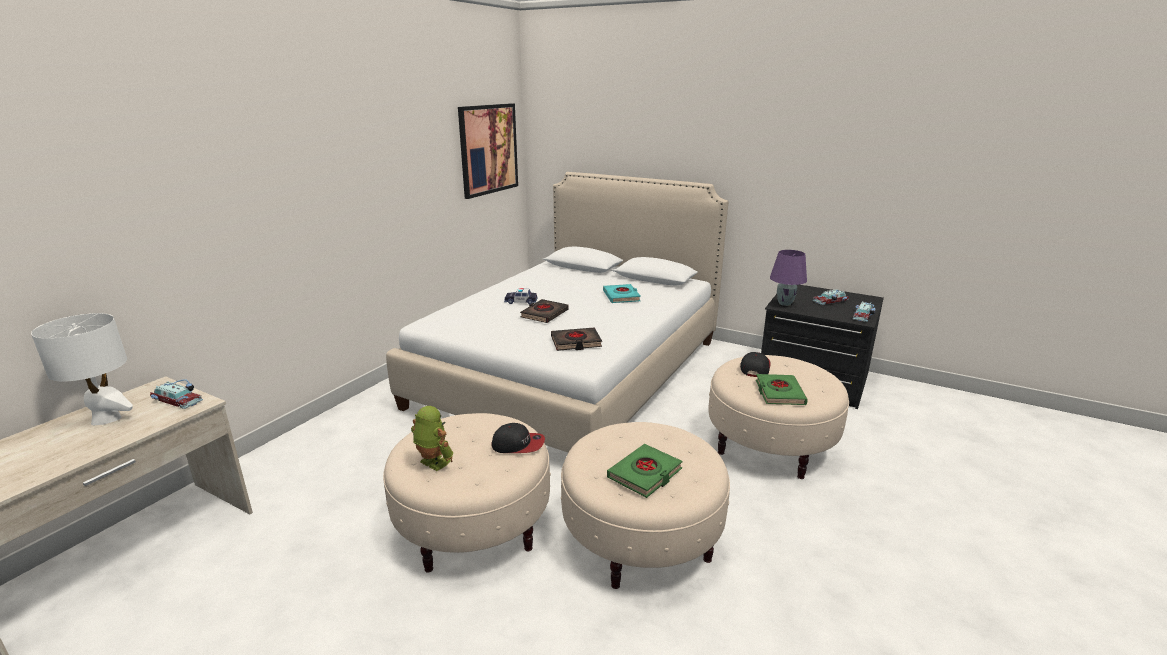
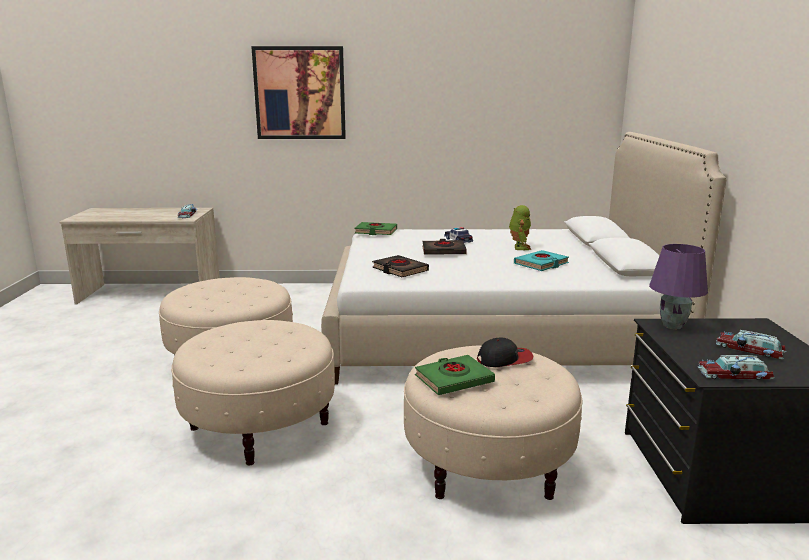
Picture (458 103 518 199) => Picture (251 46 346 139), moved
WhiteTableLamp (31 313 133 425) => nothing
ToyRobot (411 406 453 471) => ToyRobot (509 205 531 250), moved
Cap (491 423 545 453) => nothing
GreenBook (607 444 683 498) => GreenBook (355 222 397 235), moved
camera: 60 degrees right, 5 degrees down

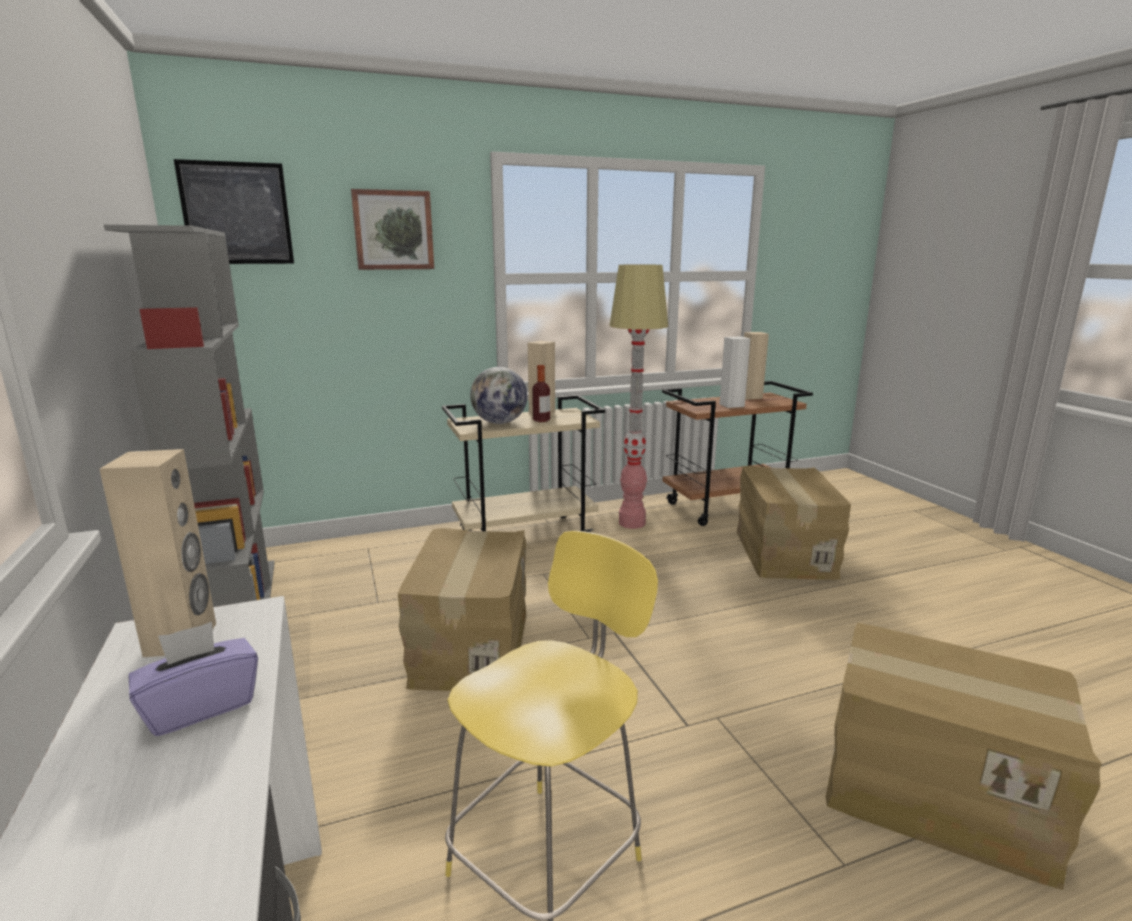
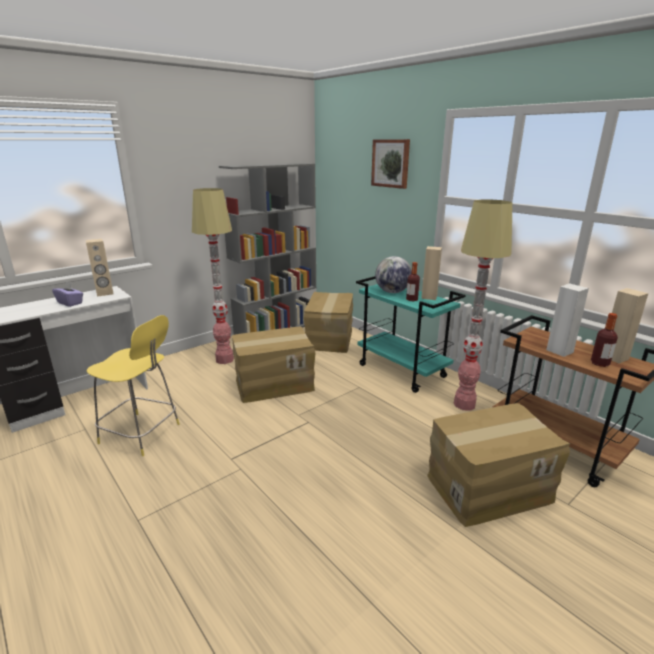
Picture (174 159 294 264) => nothing
BeigeCart (442 395 605 532) => TurquoiseCart (356 276 466 393)
CardboardBox (825 623 1102 890) => CardboardBox (304 292 353 353), moved
nothing => FloorLamp (192 188 234 364)
nothing => Bottle (591 313 618 367)
camera: 70 degrees right, 5 degrees up

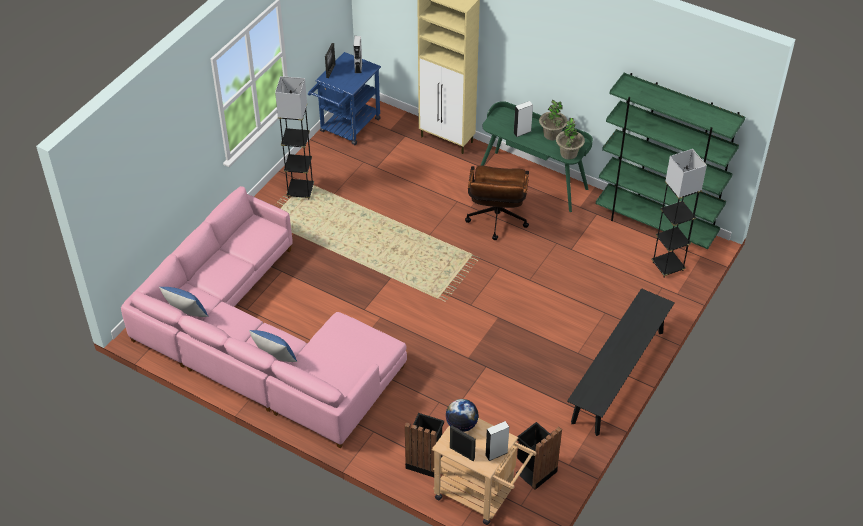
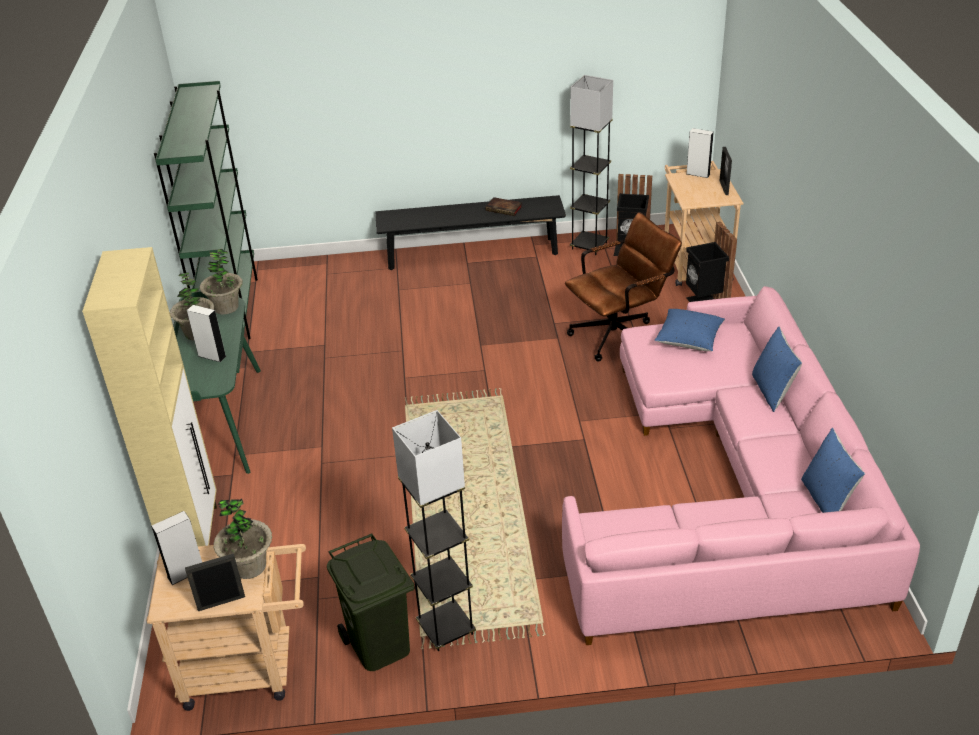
BlueCart (308 52 381 145) => BeigeCart (146 544 306 711)
GreyFloorLamp (651 149 707 278) => GreyFloorLamp (570 75 613 255), moved
BrownOfficeChair (465 165 529 240) => BrownOfficeChair (565 212 682 362), moved
Globe (446 399 478 432) => nothing
nothing => Book (485 197 522 216)
nothing => BluePillow (655 309 725 351)
nothing => PottedPlant (213 499 272 579)
nothing => GreenTrashCan (327 533 415 671)
camera: 125 degrees left, 10 degrees down

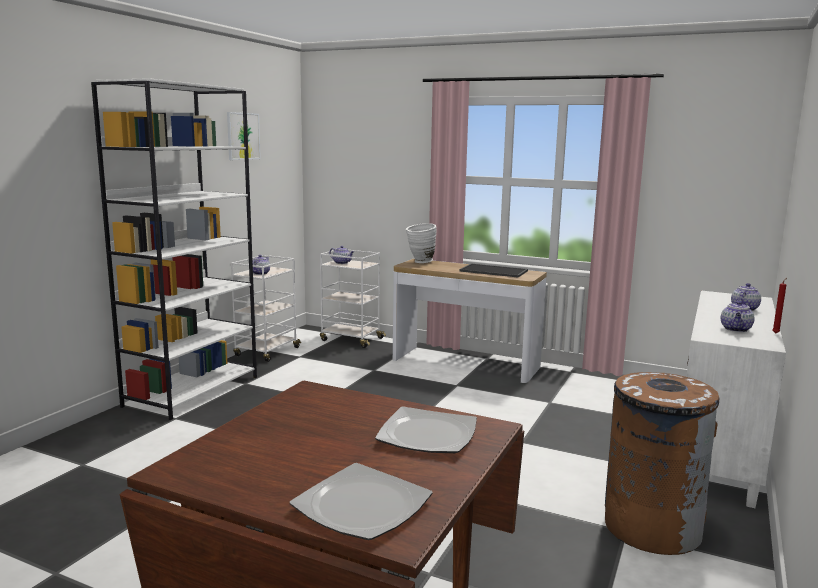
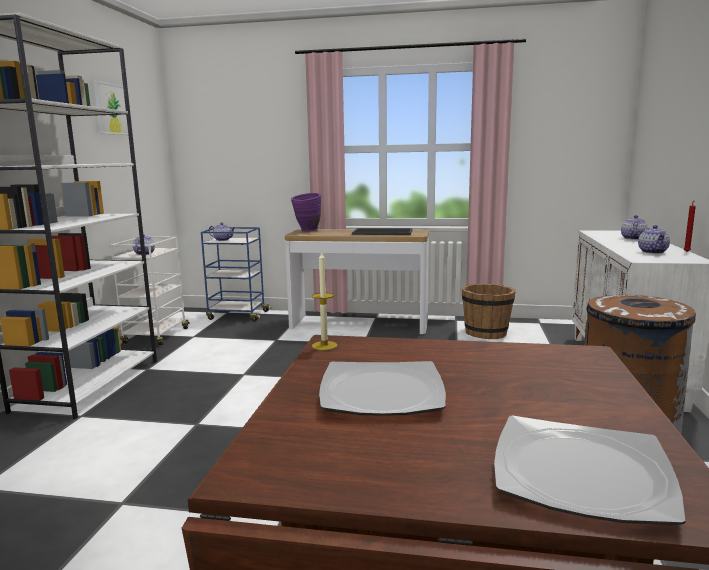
WhiteVase (406 223 436 263) => PurpleVase (291 193 321 232)
WhiteCart (320 250 386 348) => BlueCart (201 227 271 322)
Plate (375 406 477 453) => Plate (319 361 446 416), moved
nothing => Candle (312 251 337 350)
nothing => BrownBucket (462 284 515 339)
camera: 15 degrees left, 0 degrees up

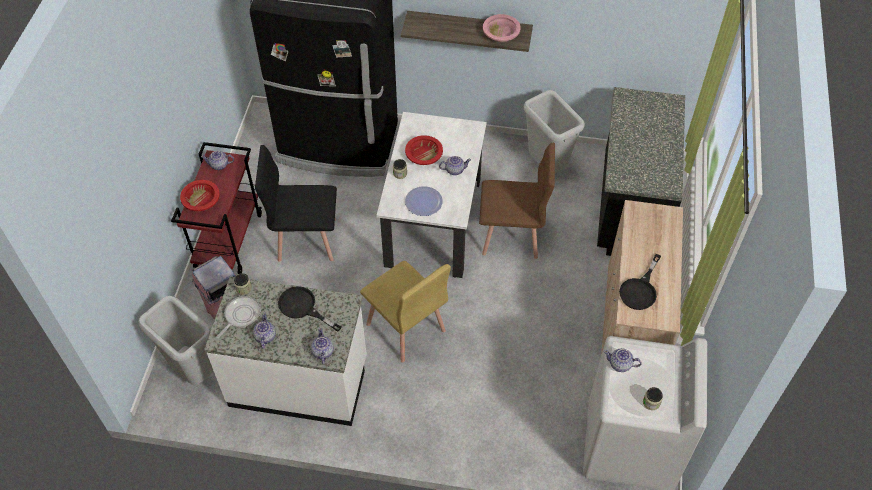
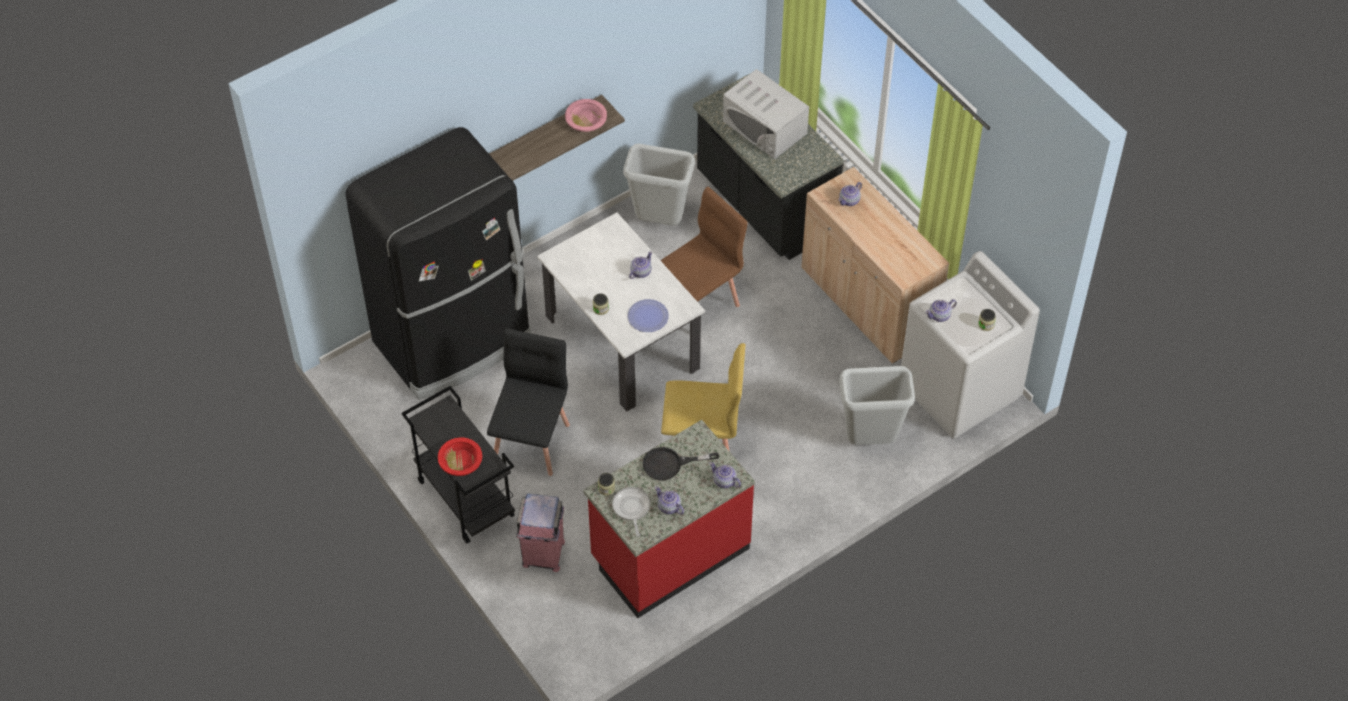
RedBowl (405 135 443 165) => nothing
RedCart (171 142 262 274) => BlackCart (401 386 515 544)
BlackChair (255 145 337 262) => BlackChair (487 328 570 476), 150 degrees clockwise
Teapot (201 151 234 170) => Teapot (839 182 862 206), moved
BlackFryingPan (619 254 661 310) => nothing
WhiteCounter (204 277 367 426) => RedCounter (583 420 755 618)
GreyTrashCan (138 296 213 385) => GreyTrashCan (839 366 915 445), moved
nothing => WhiteMicrowave (723 69 809 159)
camera: 45 degrees left, 0 degrees up

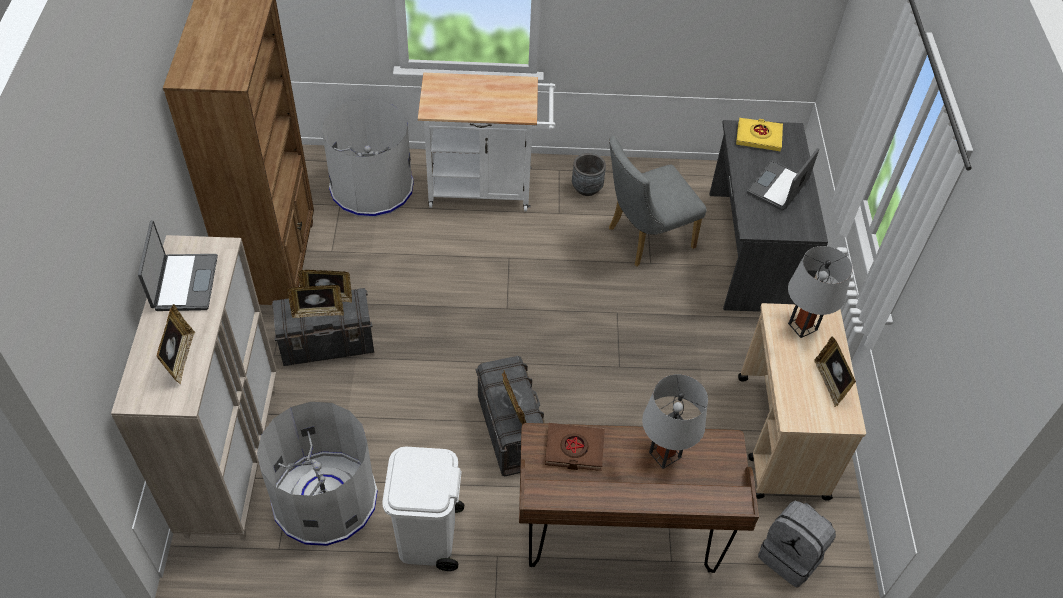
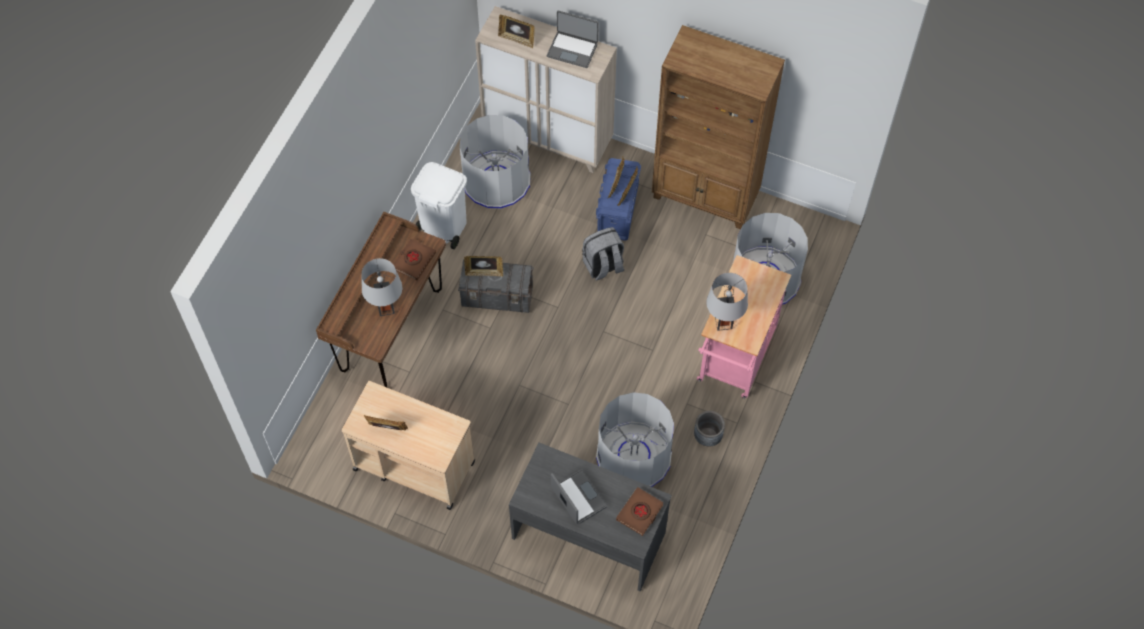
WhiteCart (418 73 555 211) => PinkCart (697 255 791 399)
YellowBook (736 118 783 152) => BrownBook (616 487 664 536)
GreyChair (609 136 707 267) => GreyTrashCan (596 392 674 487)
GreyTableLamp (788 246 853 338) => GreyTableLamp (706 273 748 331), moved
GreyStorageBox (272 288 374 366) => BlueStorageBox (596 158 641 241)
GreyBackpack (758 501 836 587) => GreyBackpack (582 227 624 281), moved
camera: 115 degrees right, 10 degrees up

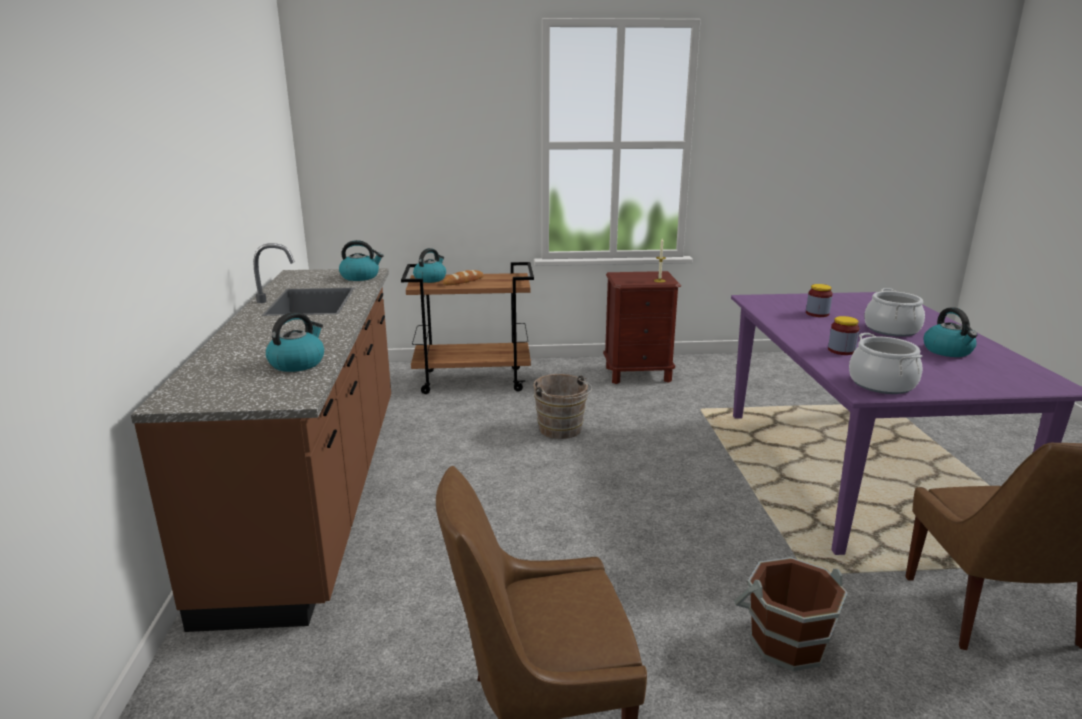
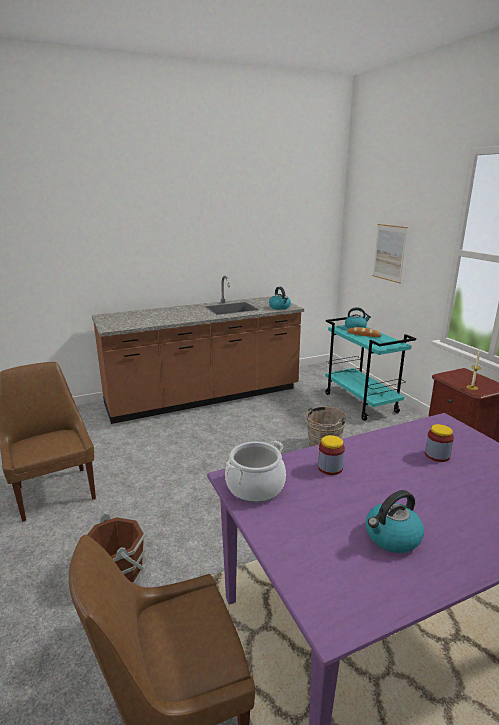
BrownCart (401 262 534 394) => TurquoiseCart (325 317 416 421)
CookingPot (864 288 925 337) => nothing
Kettle (266 312 324 372) => nothing
nothing => Picture (373 224 408 284)
camera: 70 degrees right, 0 degrees up

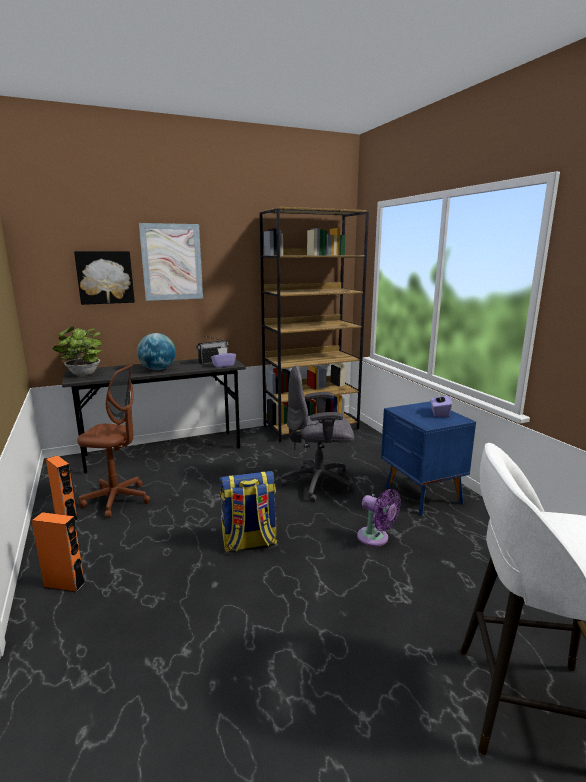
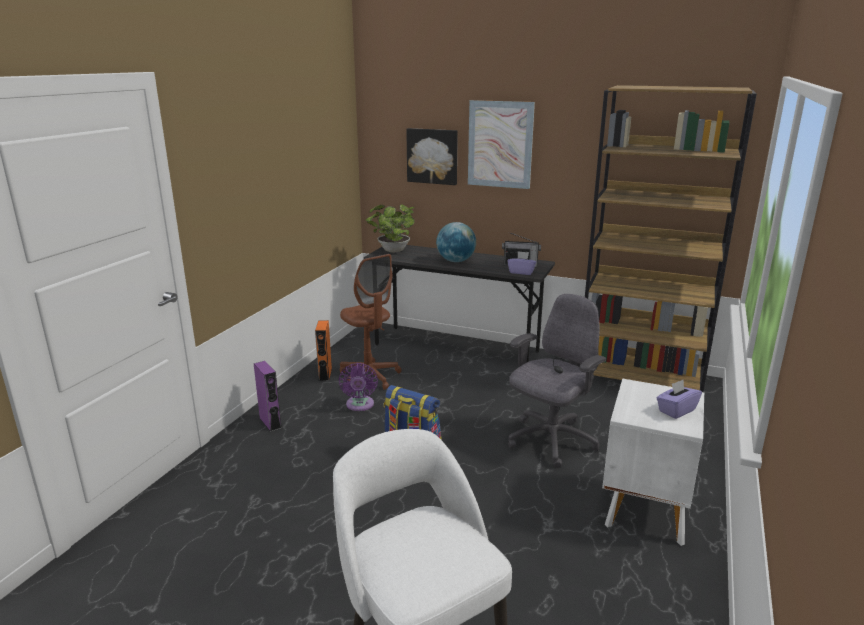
GreyOfficeChair (281 365 355 502) => GreyOfficeChair (508 294 606 468), 90 degrees clockwise
BlueNightstand (381 401 476 515) => WhiteNightstand (602 378 704 546)
PurpleFan (357 489 401 547) => PurpleFan (339 363 378 411), moved
OrangeSpeaker (32 512 86 593) => PurpleSpeaker (254 361 281 432)
camera: 45 degrees right, 5 degrees up

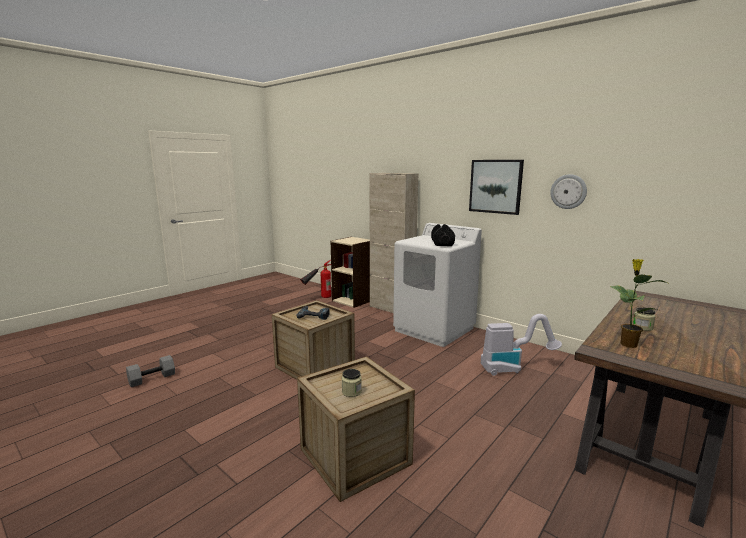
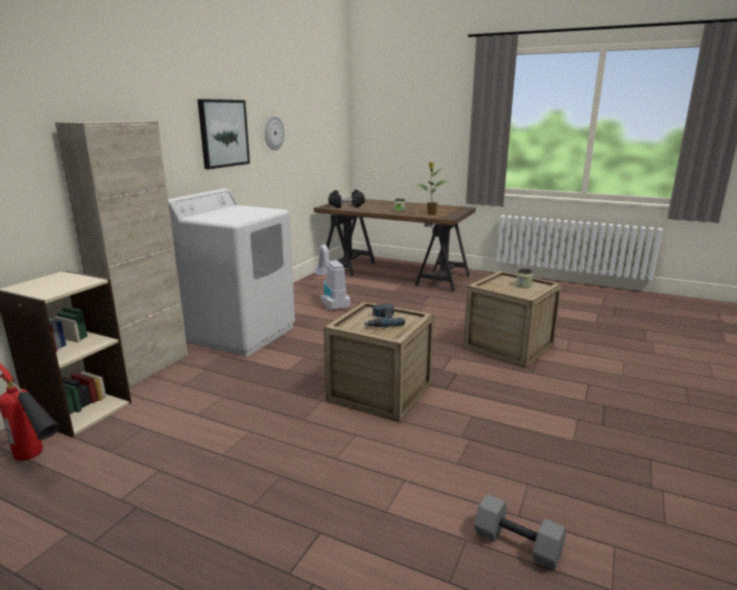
BlackDumbbell (431 224 455 246) => BlackDumbbell (328 189 365 208), moved
camera: 105 degrees left, 5 degrees up

